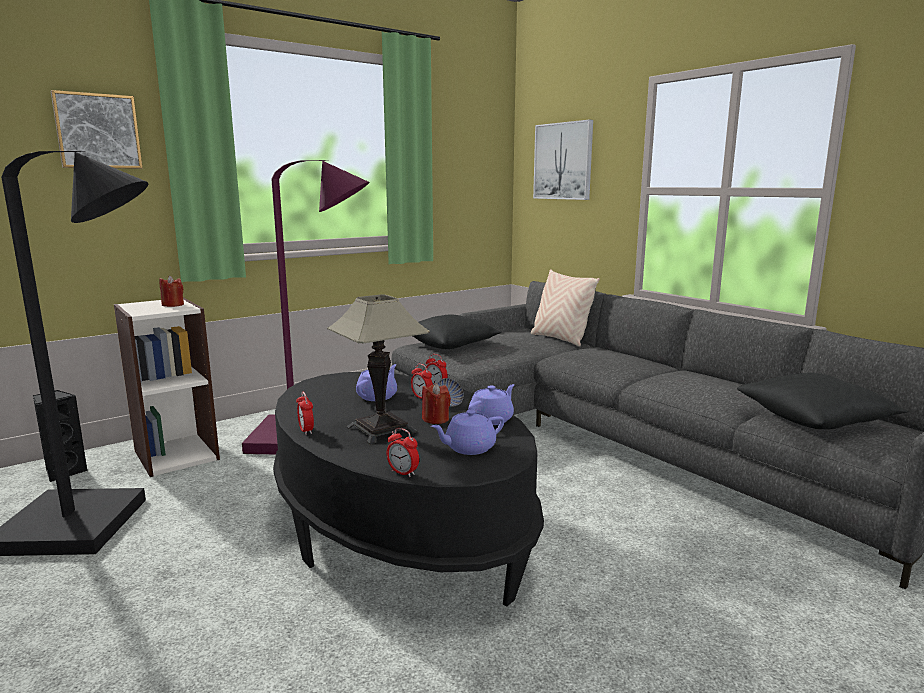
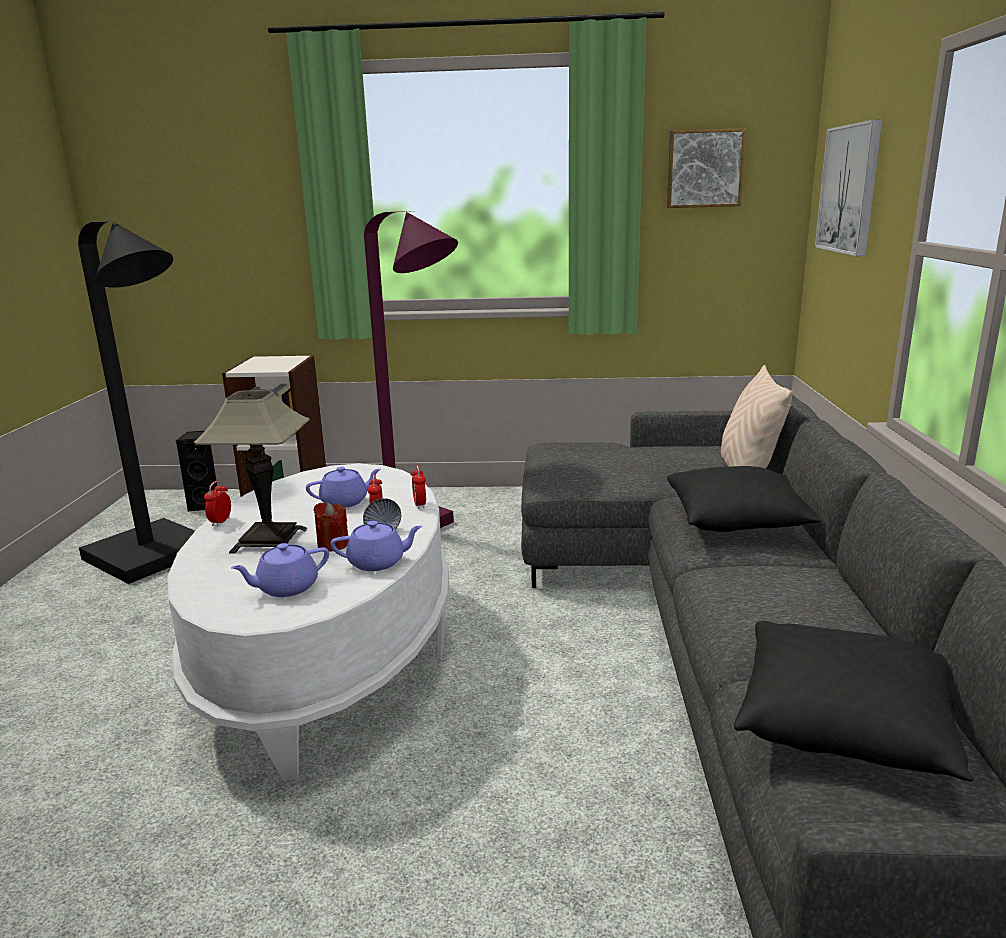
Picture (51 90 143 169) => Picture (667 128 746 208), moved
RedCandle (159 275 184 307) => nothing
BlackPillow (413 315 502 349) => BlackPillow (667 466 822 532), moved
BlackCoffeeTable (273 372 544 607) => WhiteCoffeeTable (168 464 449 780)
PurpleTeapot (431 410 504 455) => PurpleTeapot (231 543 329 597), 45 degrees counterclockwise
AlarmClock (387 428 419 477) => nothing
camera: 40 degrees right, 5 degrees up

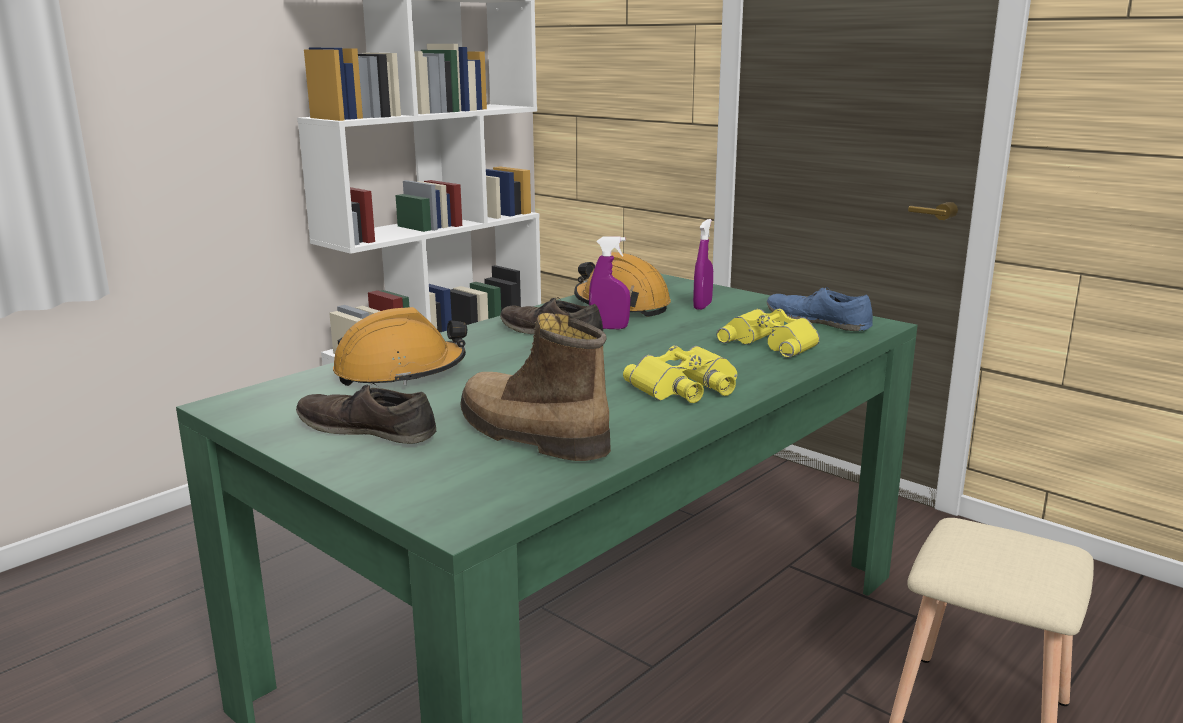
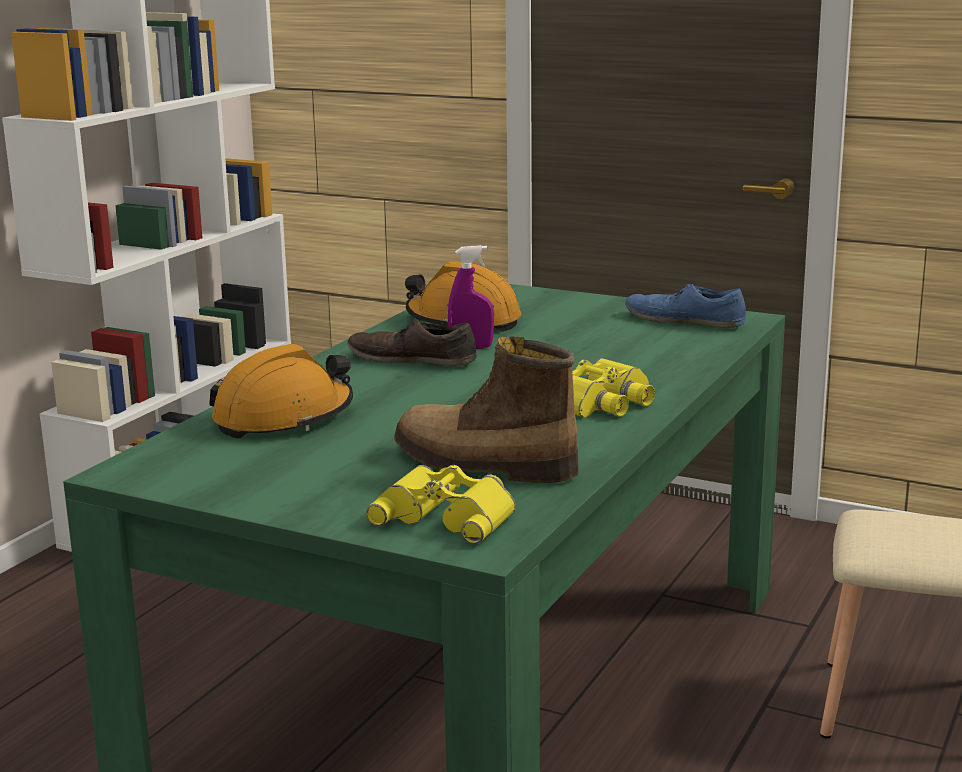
PurpleSprayBottle (693 219 713 310) => nothing
YellowBinoculars (717 308 820 358) => YellowBinoculars (366 465 516 544), moved
BrownShoe (296 383 436 444) => nothing
camera: 15 degrees left, 0 degrees up

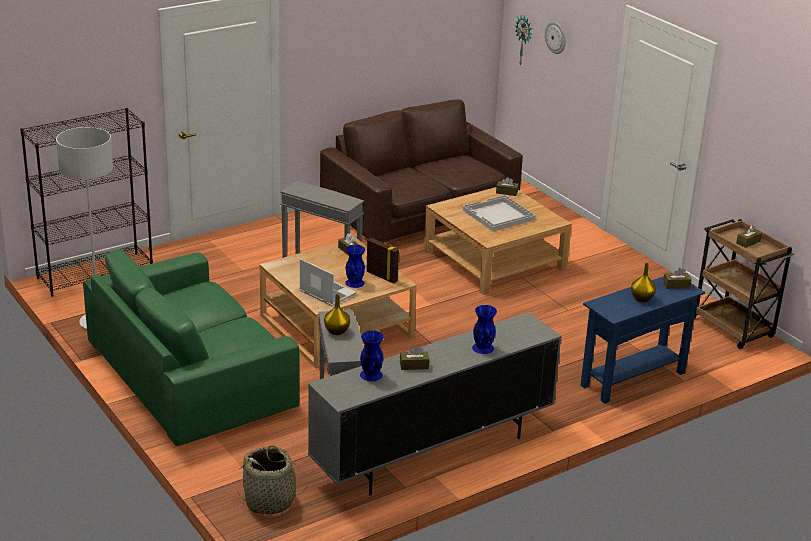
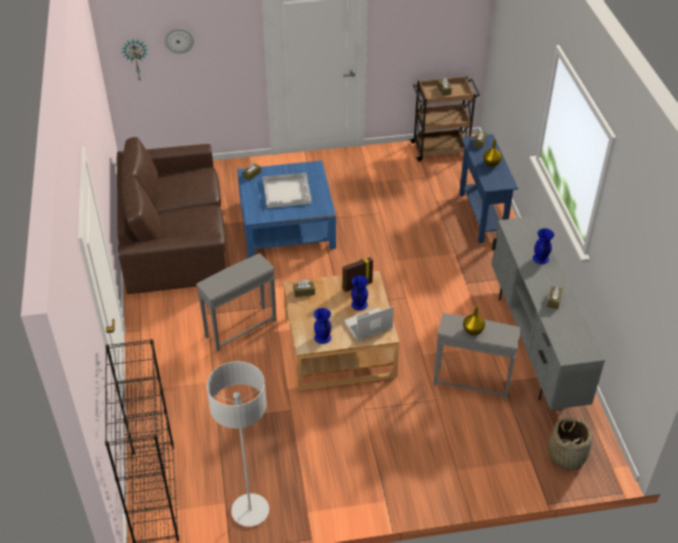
BeigeCoffeeTable (424 187 572 295) => BlueCoffeeTable (237 161 336 258)
GreenSofa (83 249 299 446) => nothing
BlueVase (360 330 384 381) => BlueVase (314 308 331 344), moved
camera: 65 degrees left, 15 degrees up

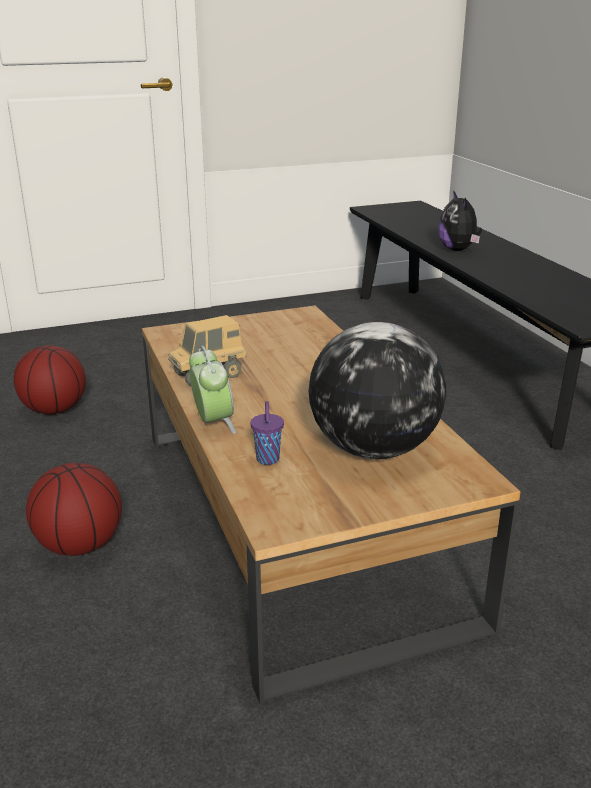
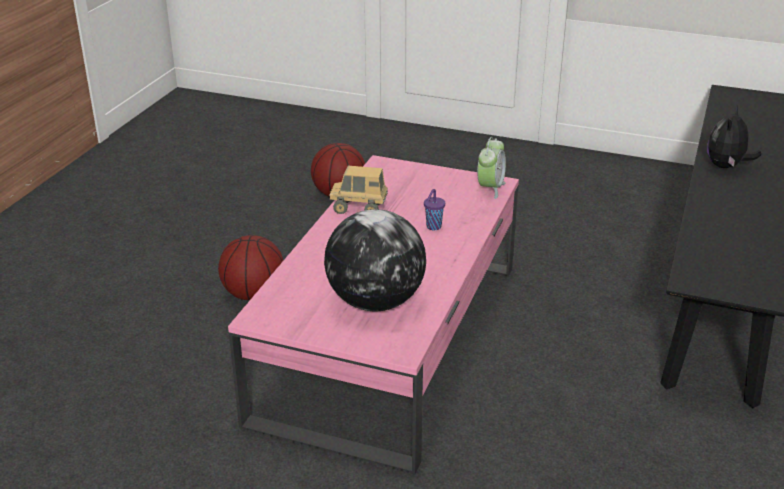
BrownCoffeeTable (142 306 521 704) => PinkCoffeeTable (228 155 519 475)
AlarmClock (189 346 236 434) => AlarmClock (477 137 506 199), moved
PurpleCup (251 401 284 465) => PurpleCup (424 189 445 230), moved
camera: 40 degrees right, 5 degrees up

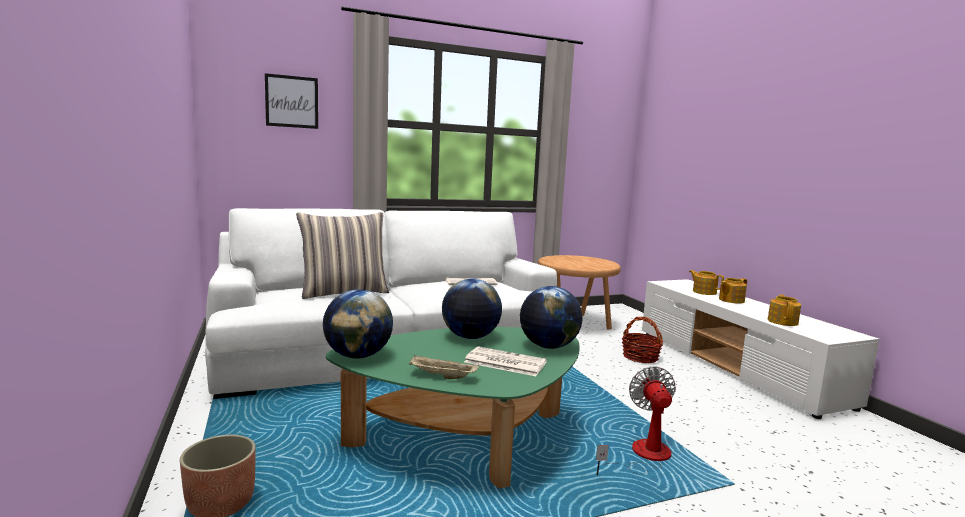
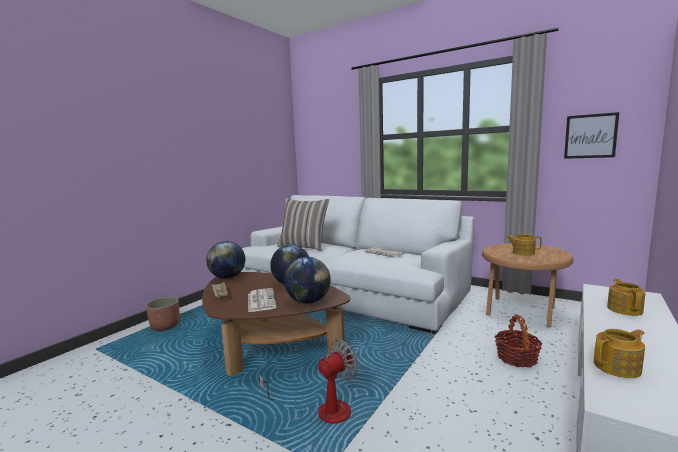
Picture (265 73 318 129) => Picture (564 112 619 159), moved
Teapot (719 278 747 304) => Teapot (507 234 542 256), moved
GreenCoffeeTable (326 327 580 488) => BrownCoffeeTable (202 272 351 377)
camera: 55 degrees right, 0 degrees up

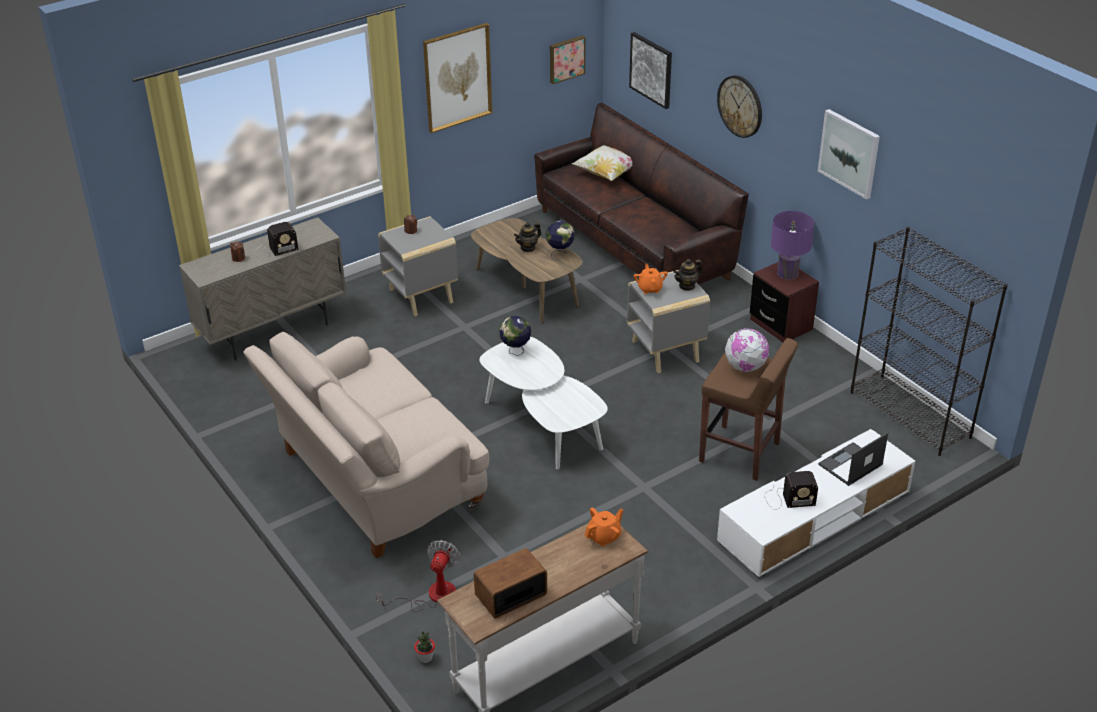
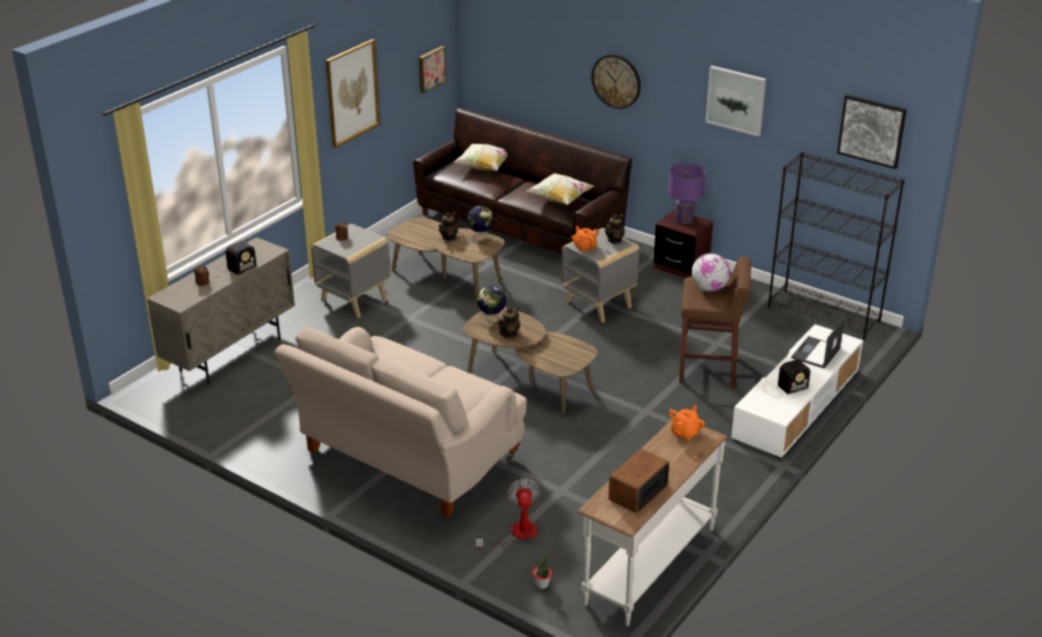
Picture (629 32 672 109) => Picture (837 95 907 169), moved
WhiteCoffeeTable (480 337 608 470) => BrownCoffeeTable (463 307 597 414)
nothing => Pillow (527 173 594 205)
nothing => Teapot (499 307 520 338)
camera: 20 degrees left, 5 degrees down

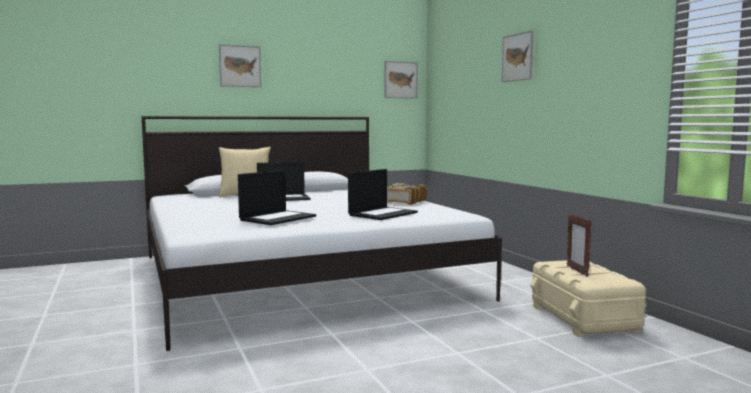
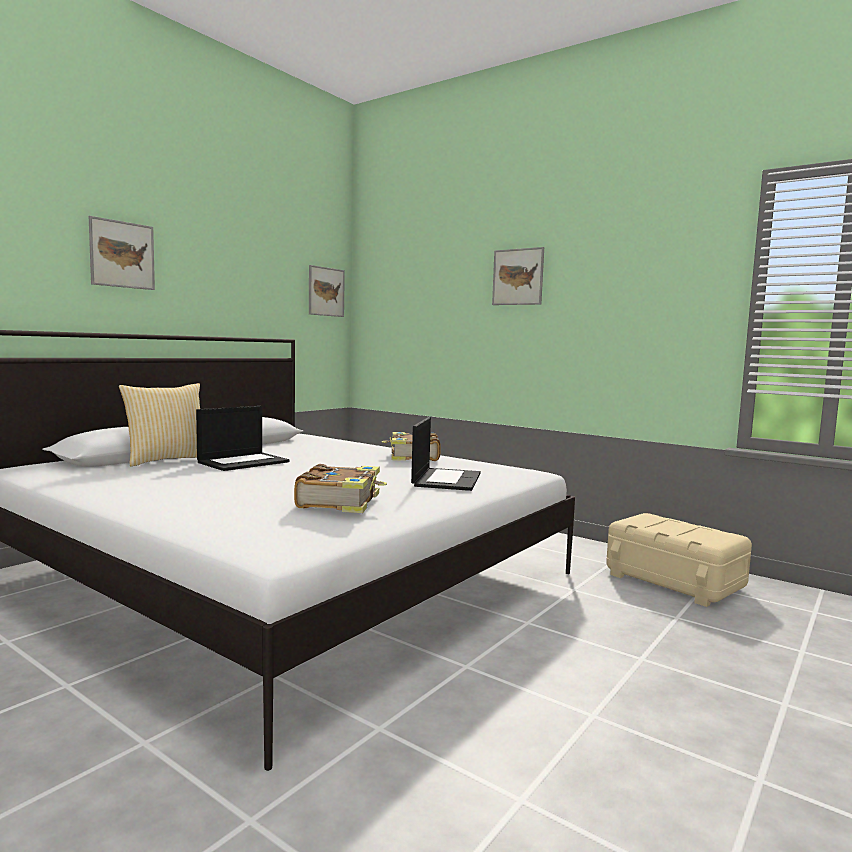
Laptop (238 170 316 225) => Book (294 464 387 513)
PictureFrame (567 214 592 277) => nothing
camera: 30 degrees left, 0 degrees up

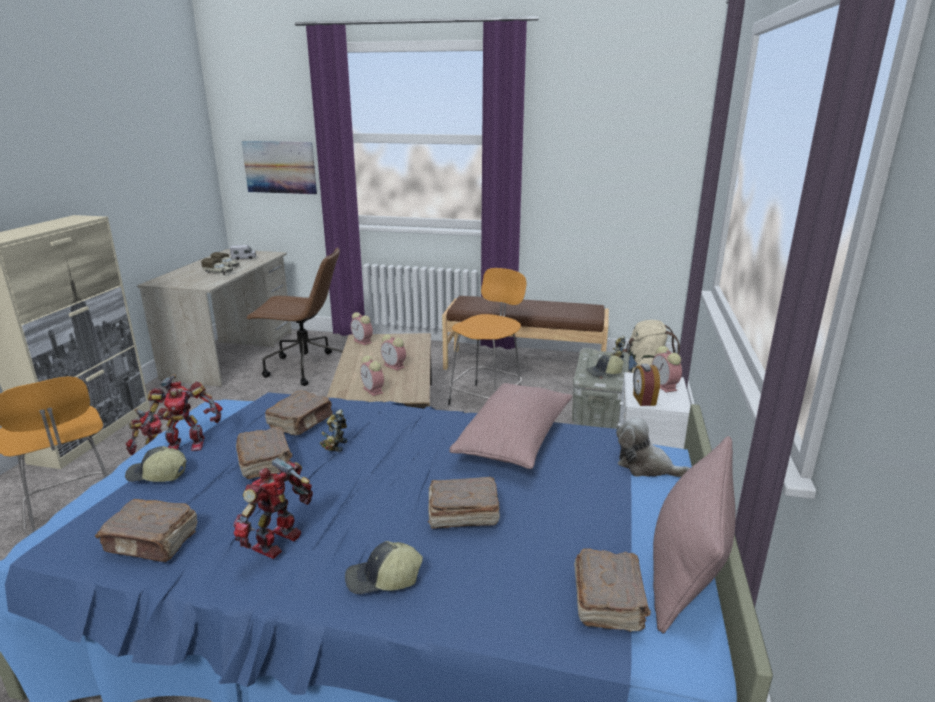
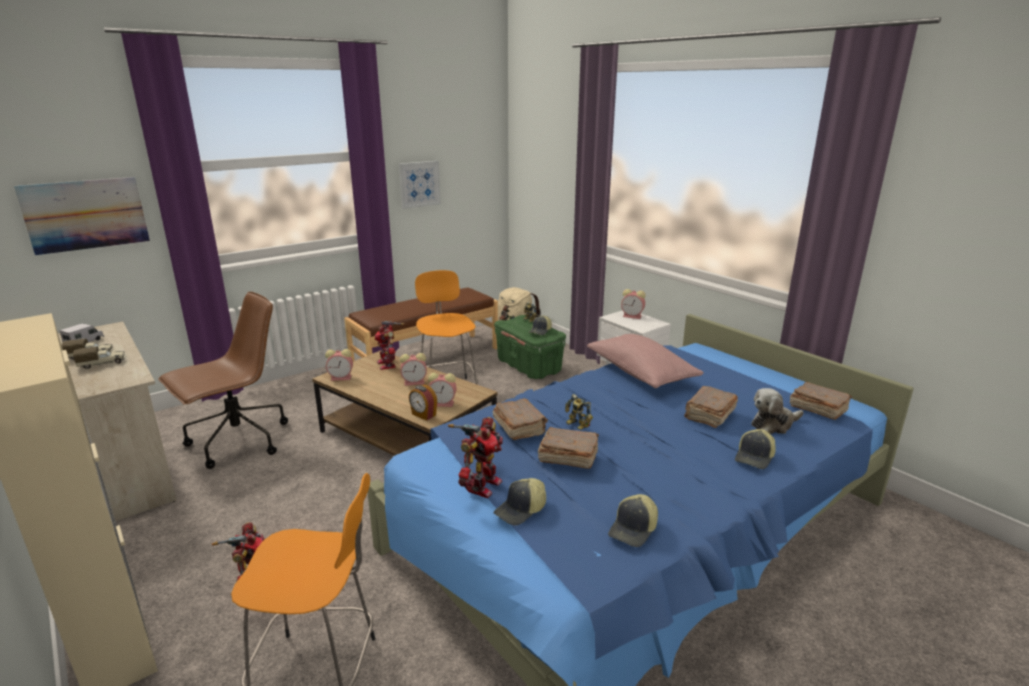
GreyStorageBox (572 348 630 429) => GreenStorageBox (494 315 566 379)
AlarmClock (633 364 660 406) => AlarmClock (409 385 437 421), moved
PlushToy (616 417 690 477) => PlushToy (751 388 803 434), moved
PinkPillow (653 436 736 634) => nothing
ToyRobot (233 457 313 559) => ToyRobot (375 321 405 370), moved
BrownBook (95 499 198 562) => Cap (608 494 658 547)
nothing => Picture (399 161 441 209)
camera: 50 degrees left, 0 degrees up

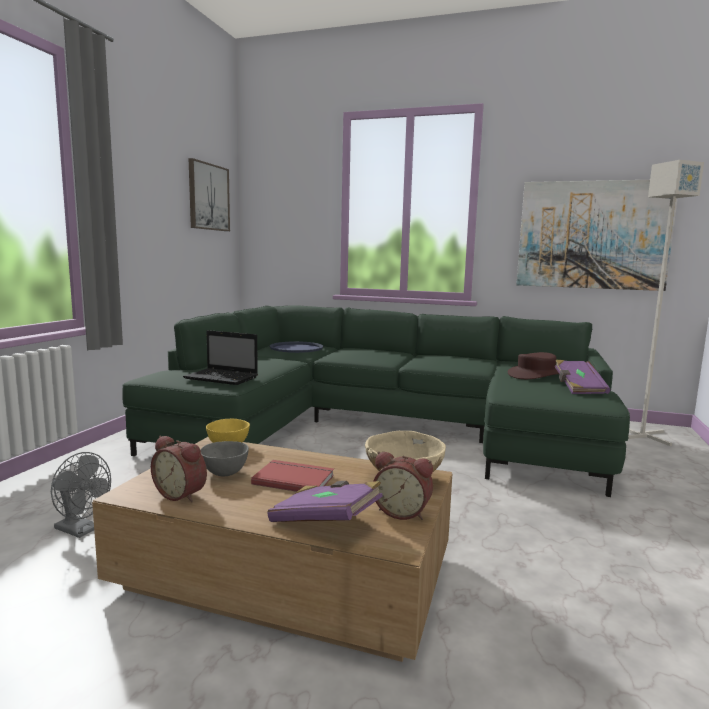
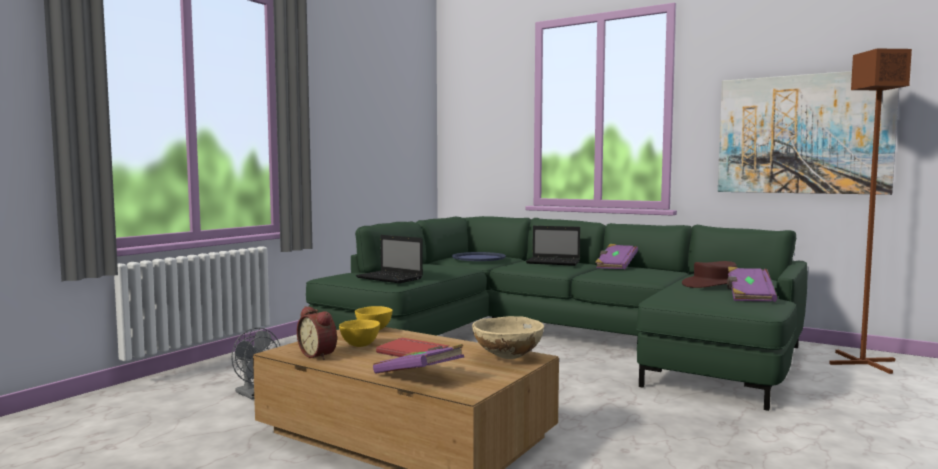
Picture (188 158 230 231) => nothing
GreyFloorLamp (628 160 704 446) => BrownFloorLamp (829 49 912 374)
GreyBowl (201 441 249 476) => YellowBowl (339 320 380 347)
AlarmClock (373 452 433 520) => nothing
nothing => Laptop (526 226 580 266)
nothing => PurpleBook (595 244 638 269)
camera: 15 degrees right, 5 degrees down

